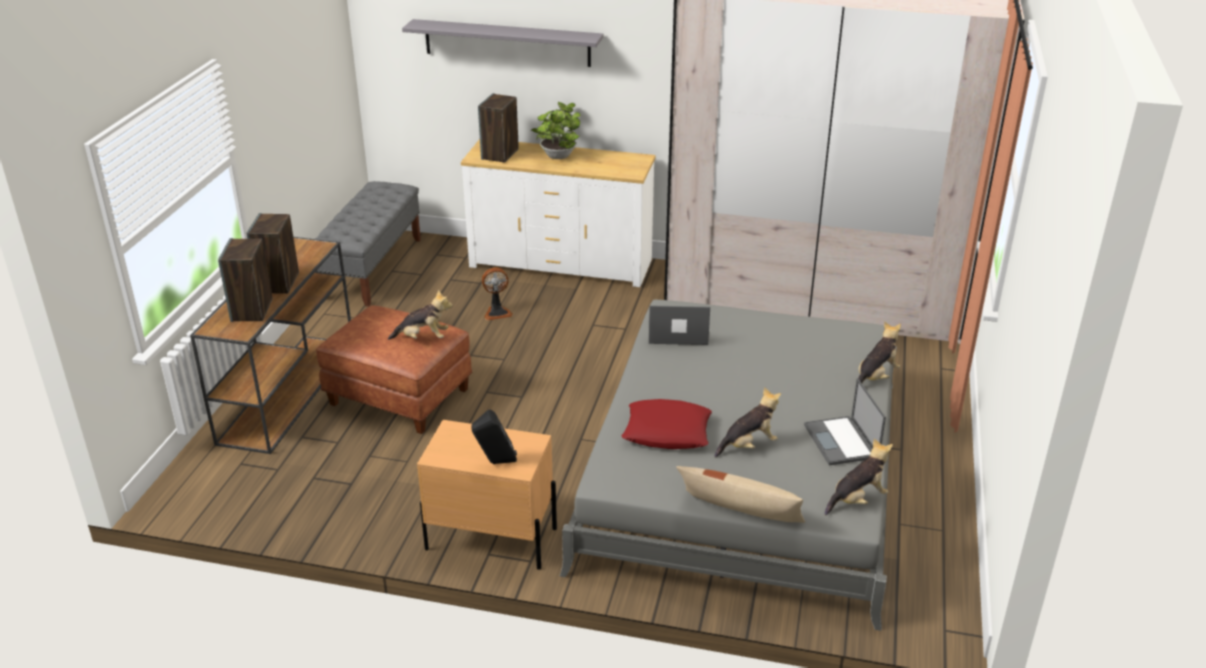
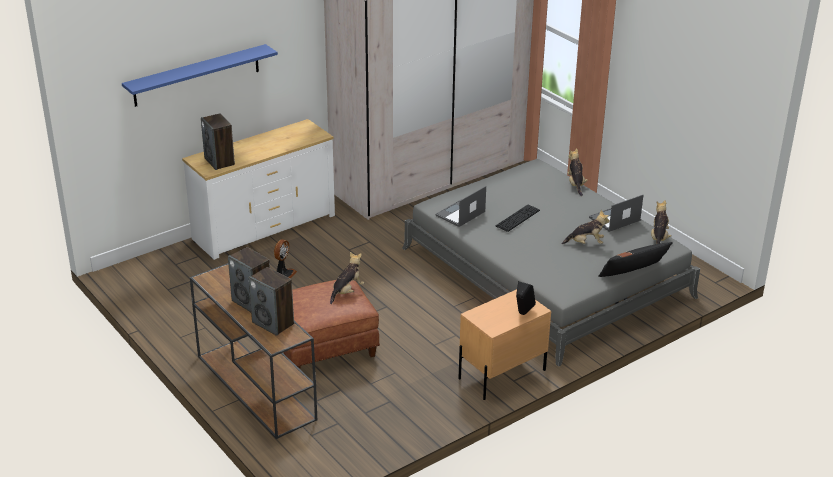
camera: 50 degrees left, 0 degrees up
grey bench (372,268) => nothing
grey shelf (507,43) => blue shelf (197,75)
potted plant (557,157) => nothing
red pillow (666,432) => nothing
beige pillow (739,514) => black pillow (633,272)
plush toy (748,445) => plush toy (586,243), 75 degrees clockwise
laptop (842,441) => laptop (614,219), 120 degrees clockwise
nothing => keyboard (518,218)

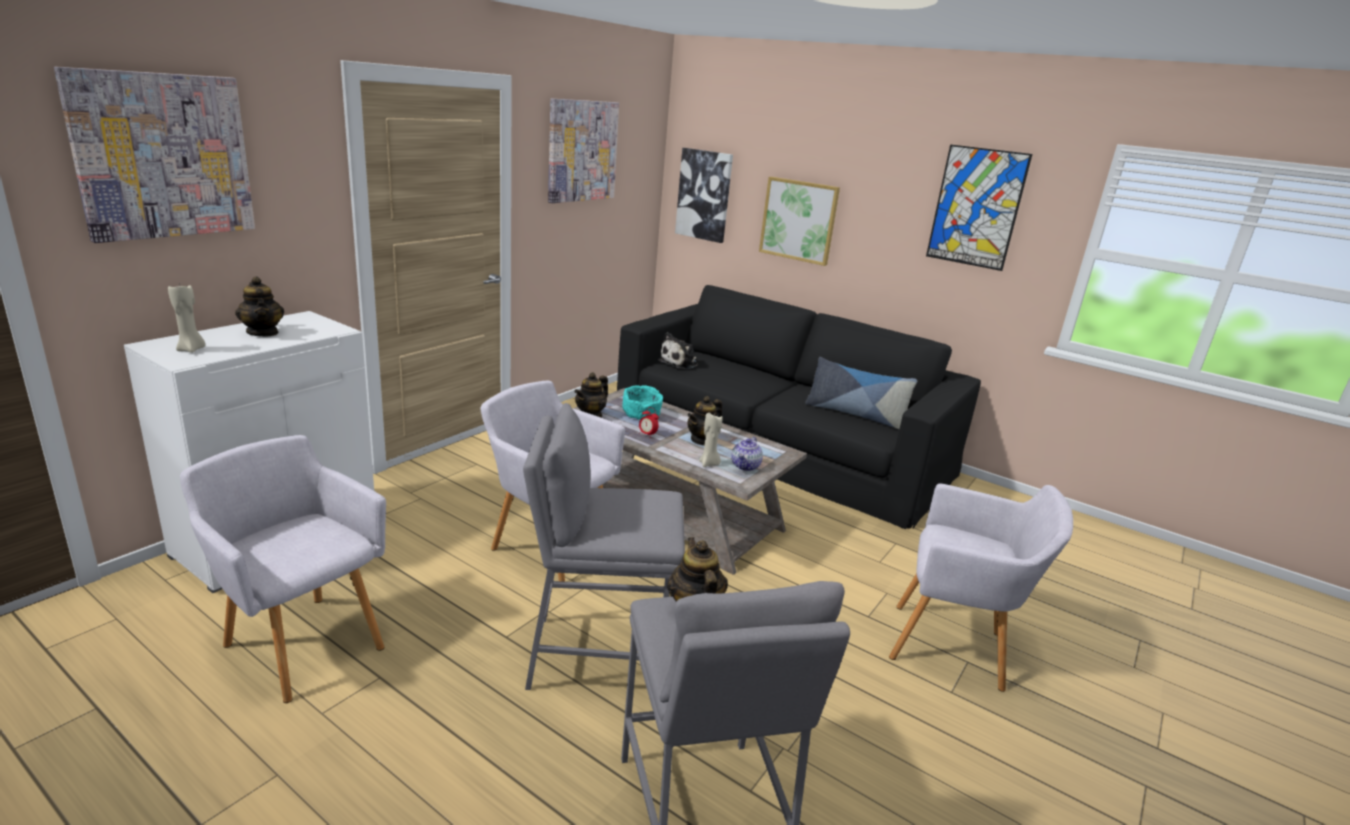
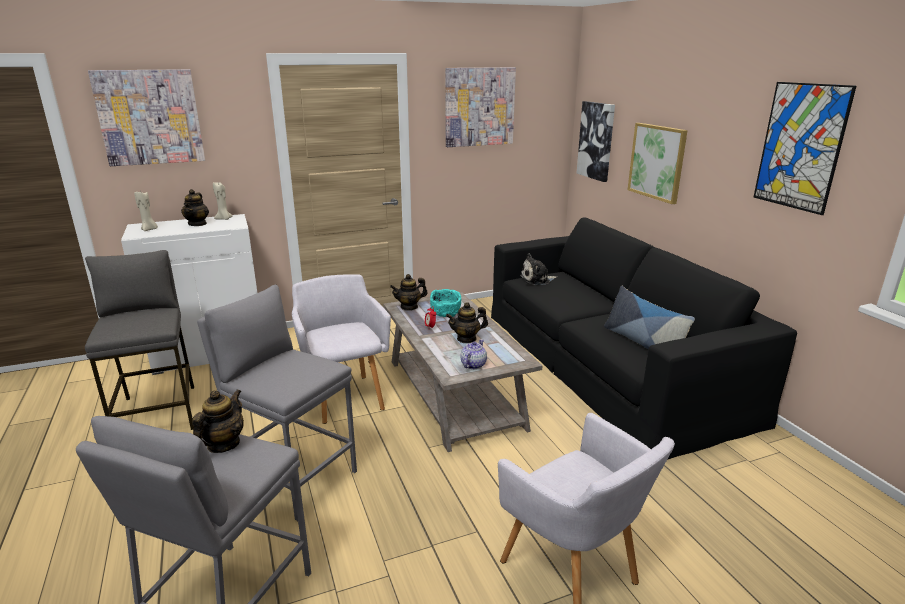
camera: 35 degrees right, 0 degrees up
grey armchair (301,642) => grey stool (158,413)
beige candle (709,464) => beige candle (224,219), move
teapot (746,466) => teapot (473,364), 150 degrees clockwise

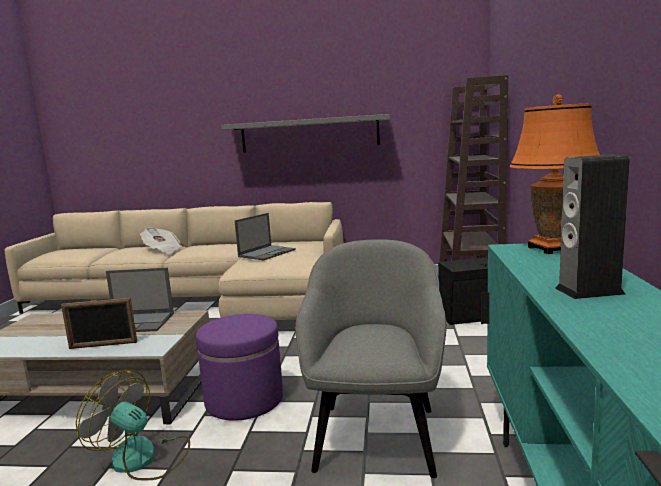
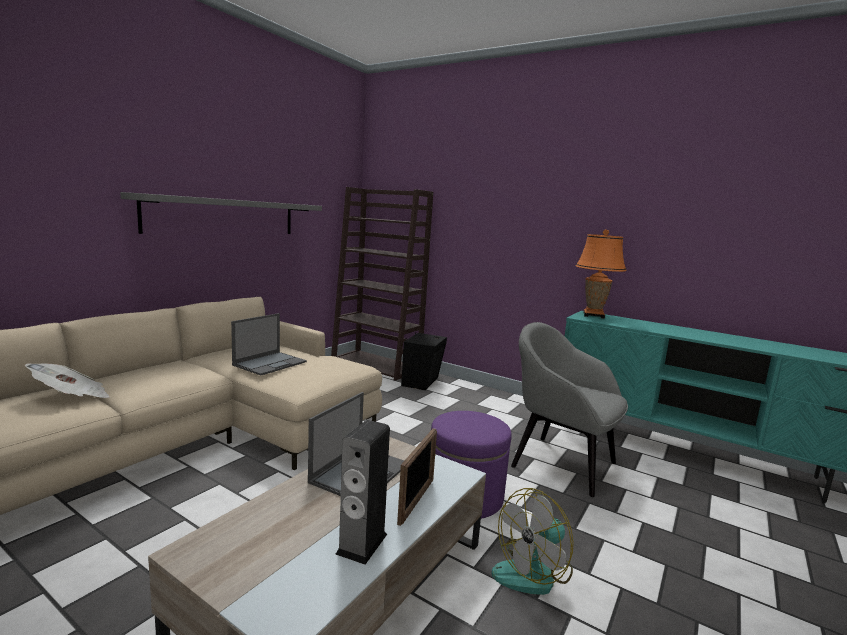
camera: 65 degrees left, 0 degrees up
laptop (267,253) => laptop (270,363), 60 degrees clockwise
speaker (589,291) => speaker (362,544), move

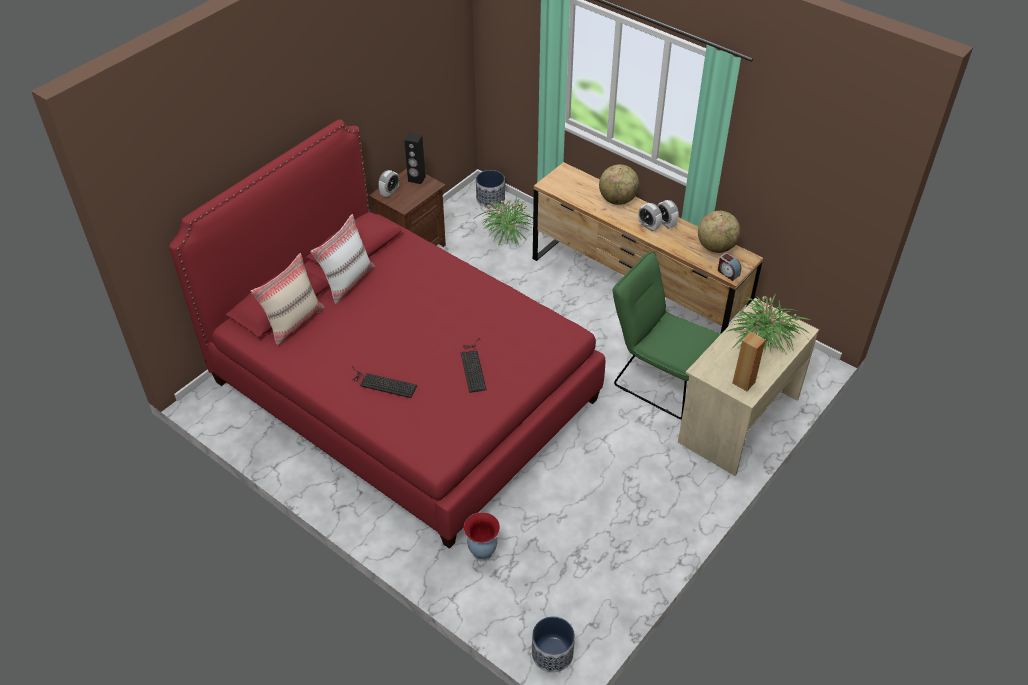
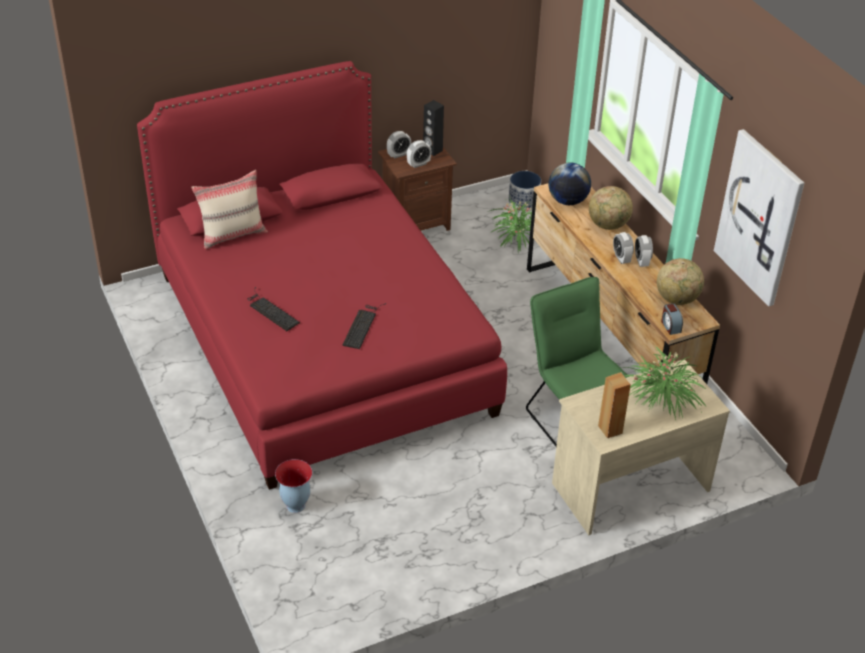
camera: 25 degrees right, 5 degrees down
white pillow (348,281) => nothing
planter (552,654) => nothing
nothing => alarm clock (418,164)
nothing => globe (567,201)
nothing => picture (759,217)

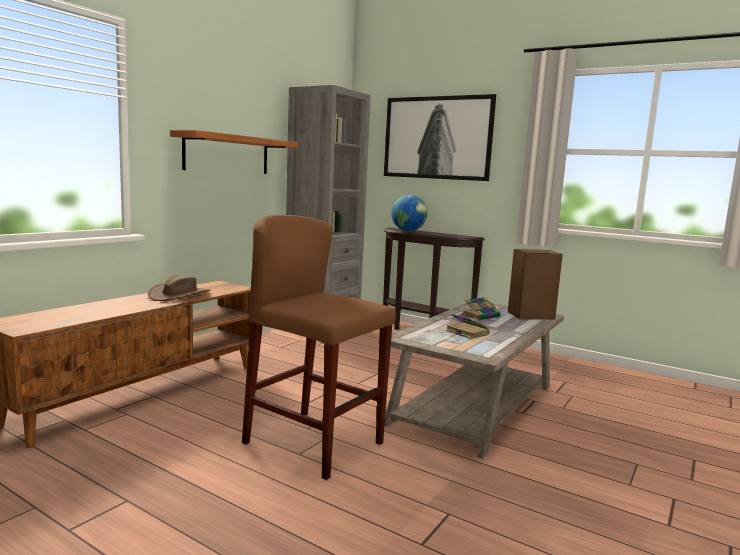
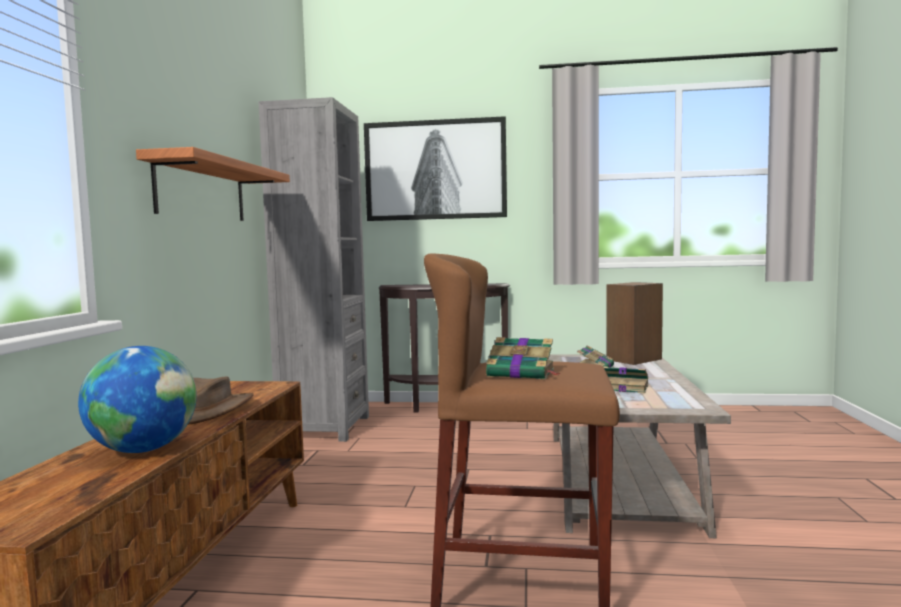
camera: 25 degrees left, 5 degrees down
globe (408,231) => globe (143,450), move
nothing => book (522,373)

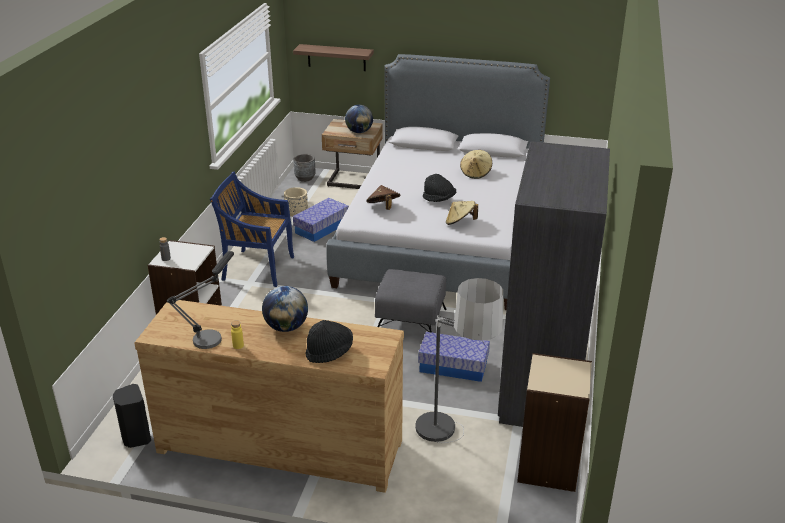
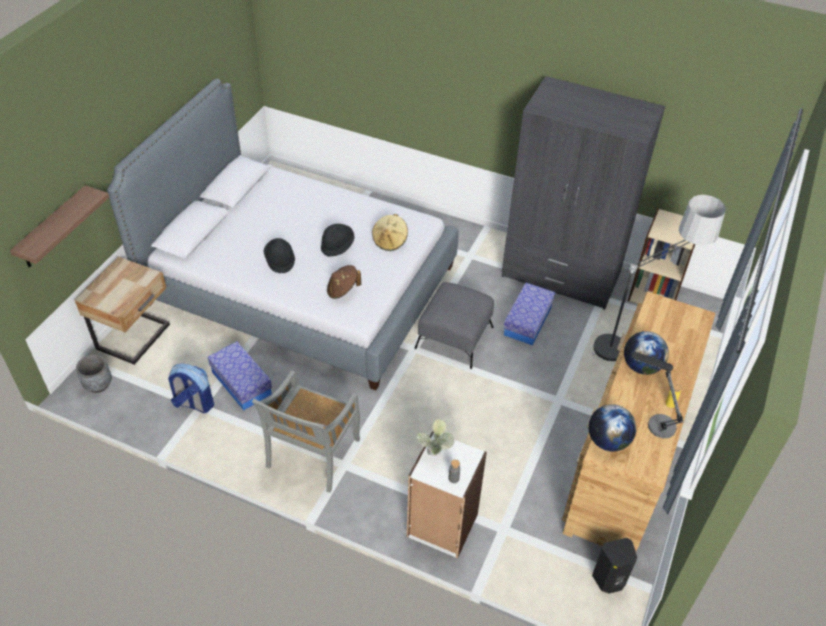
camera: 80 degrees left, 15 degrees up
blue chair (257,268) => grey chair (312,455)
beige planter (296,213) => backpack (193,403)
black hat (329,352) => black hat (280,261), move
globe (359,132) => globe (607,441), move
beige hat (476,173) => nothing
nothing => potted plant (435,455)

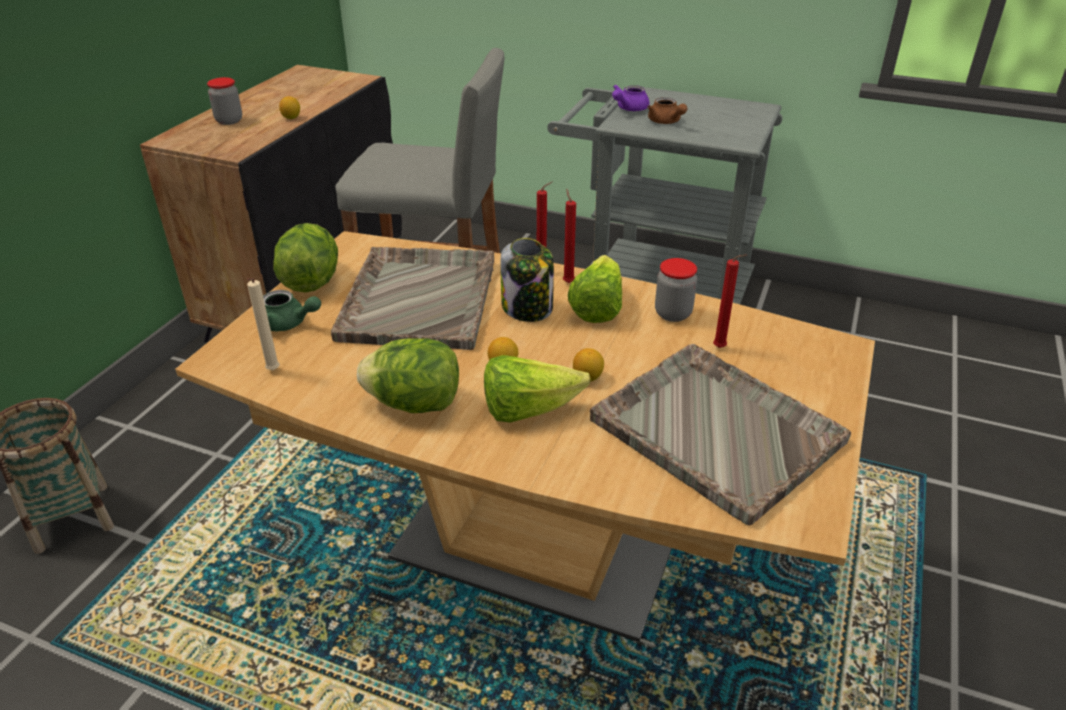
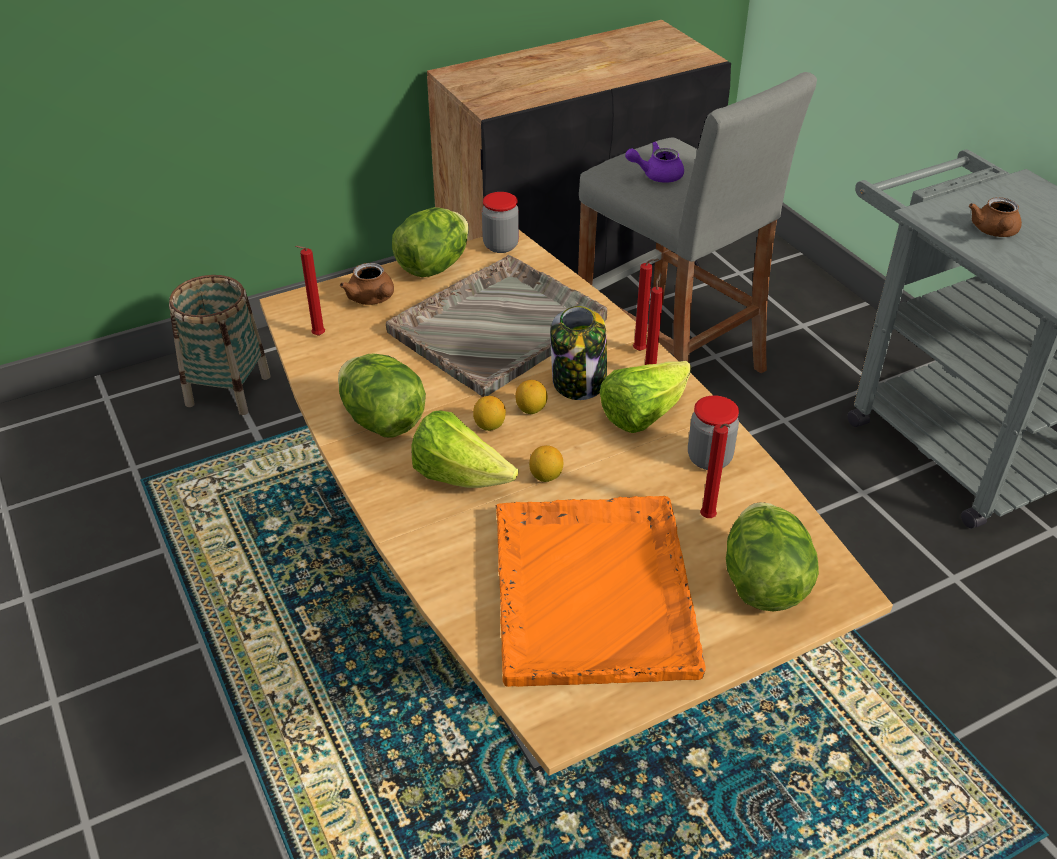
camera: 40 degrees right, 5 degrees up
jar (229,121) => jar (501,245), move
beige candle (272,371) => red candle (317,336)
green teapot (288,324) => brown teapot (373,299)
lemon (291,118) => lemon (531,409), move
grey tray (714,429) => orange tray (592,589)
purple teapot (628,109) => purple teapot (656,175), move
nothing => lettuce (763,583)

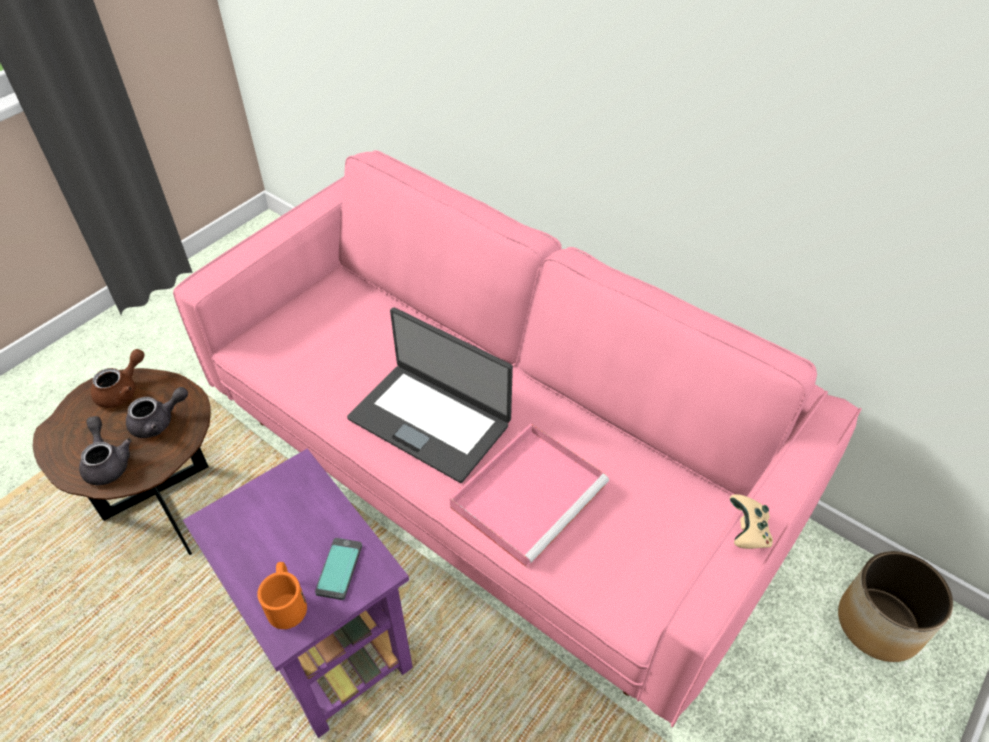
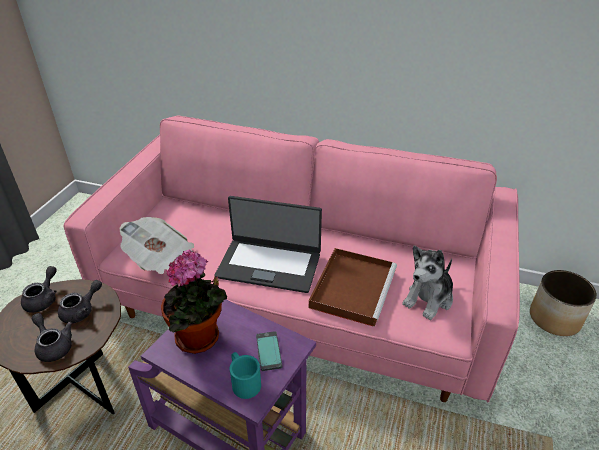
camera: 20 degrees left, 10 degrees down
brown teapot (122,390) => grey teapot (44,299)
orange mug (286,601) => turquoise mug (243,381)
pink tray (529,493) => brown tray (352,287)
beige game controller (747,532) => nothing
nothing => newspaper (163,261)
nothing => potted plant (201,339)
nothing => plush toy (429,299)

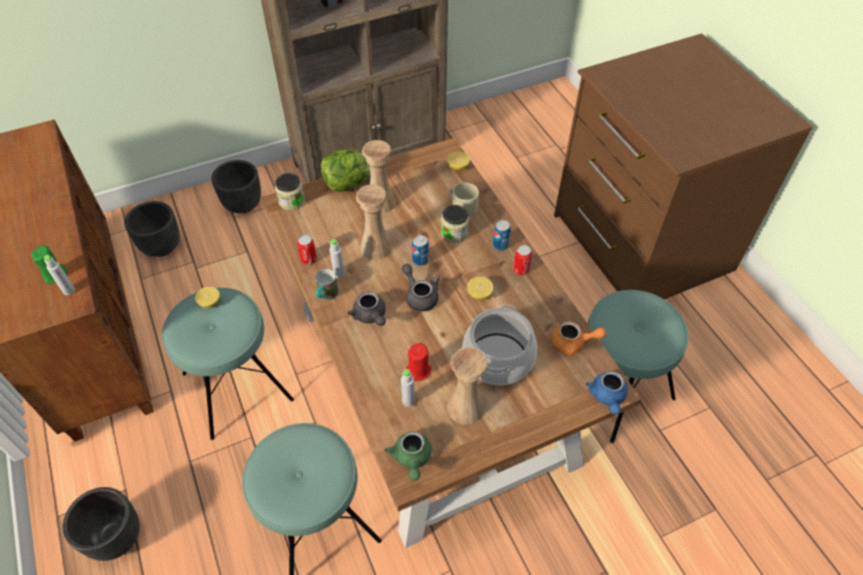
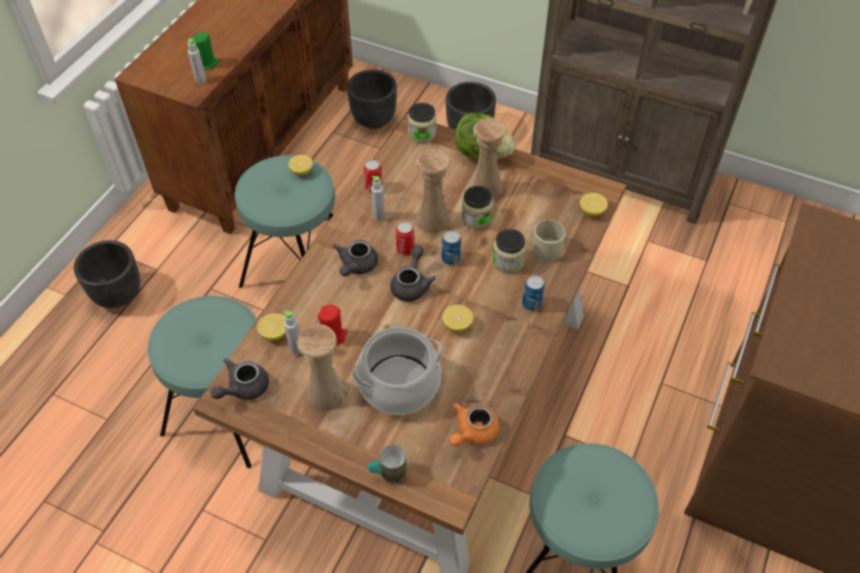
camera: 50 degrees right, 0 degrees up
mug (326,296) => mug (387,473), move
green teapot (411,459) => grey teapot (243,388)
can (521,269) => can (405,249), move
orange teapot (572,343) => orange teapot (472,432), 75 degrees clockwise
blue teapot (607,397) => nothing
nothing => lemon (274,333)
nothing => jar (476,218)

